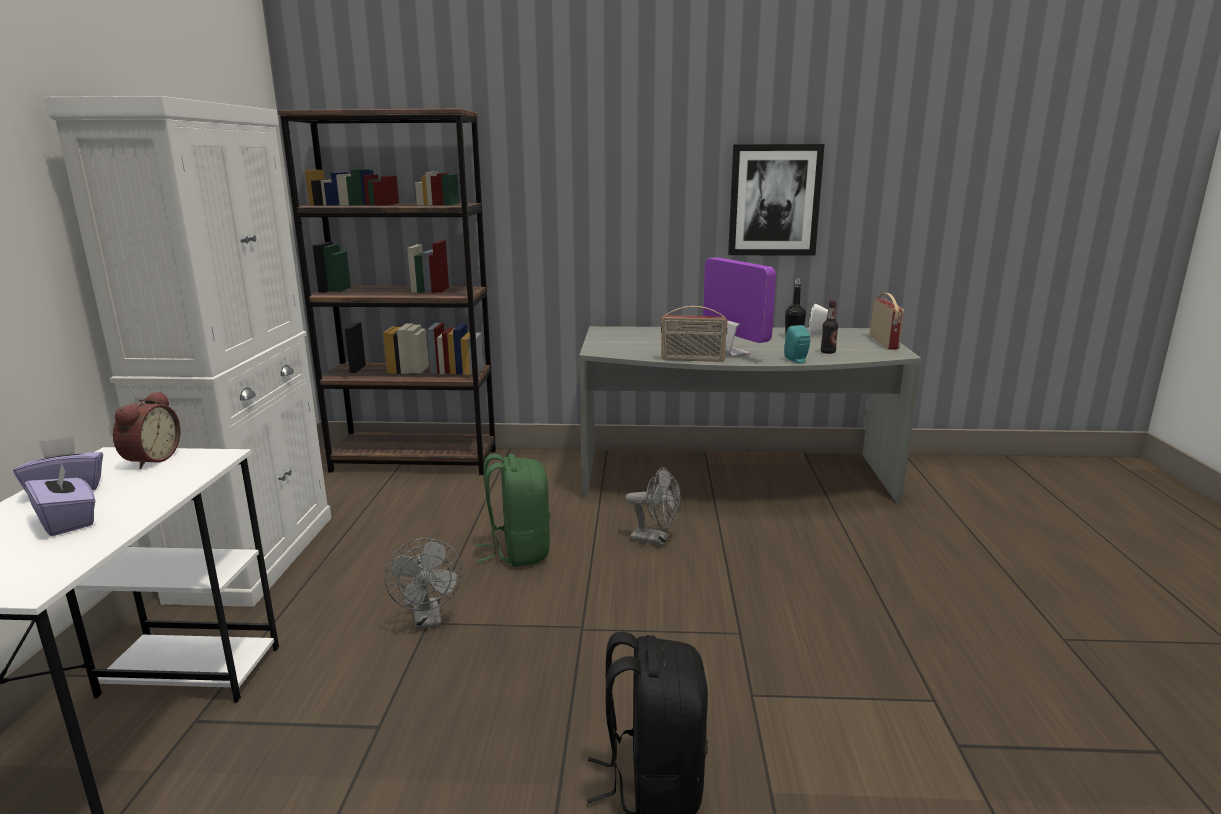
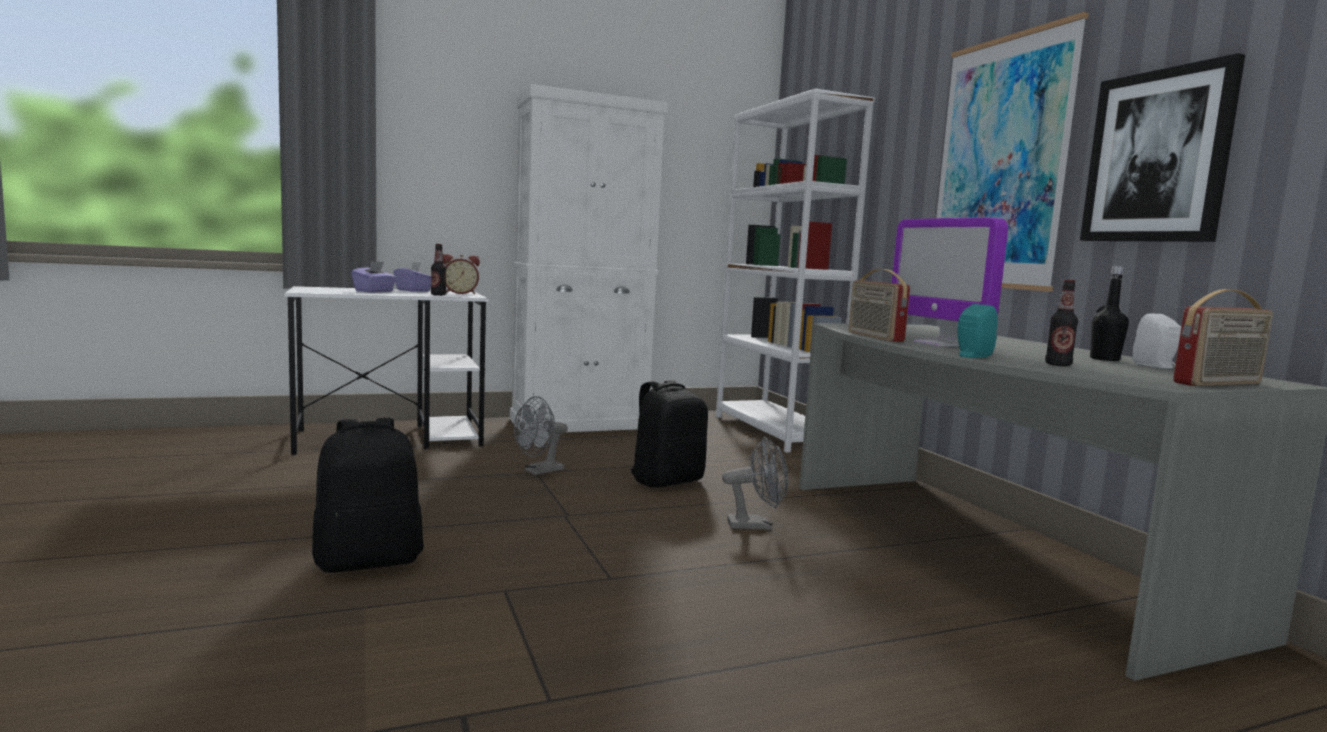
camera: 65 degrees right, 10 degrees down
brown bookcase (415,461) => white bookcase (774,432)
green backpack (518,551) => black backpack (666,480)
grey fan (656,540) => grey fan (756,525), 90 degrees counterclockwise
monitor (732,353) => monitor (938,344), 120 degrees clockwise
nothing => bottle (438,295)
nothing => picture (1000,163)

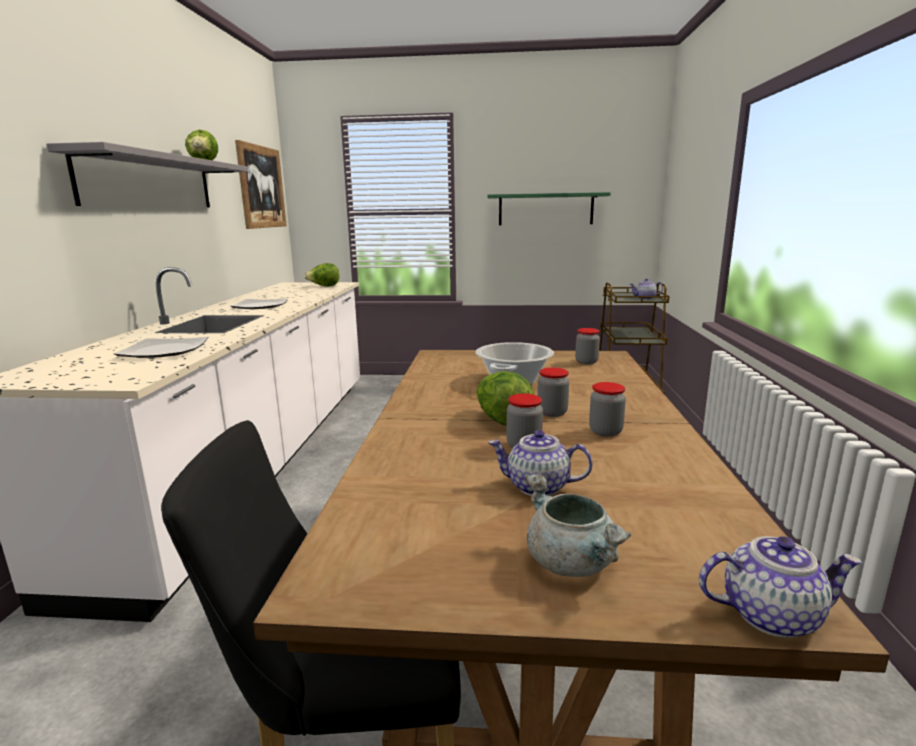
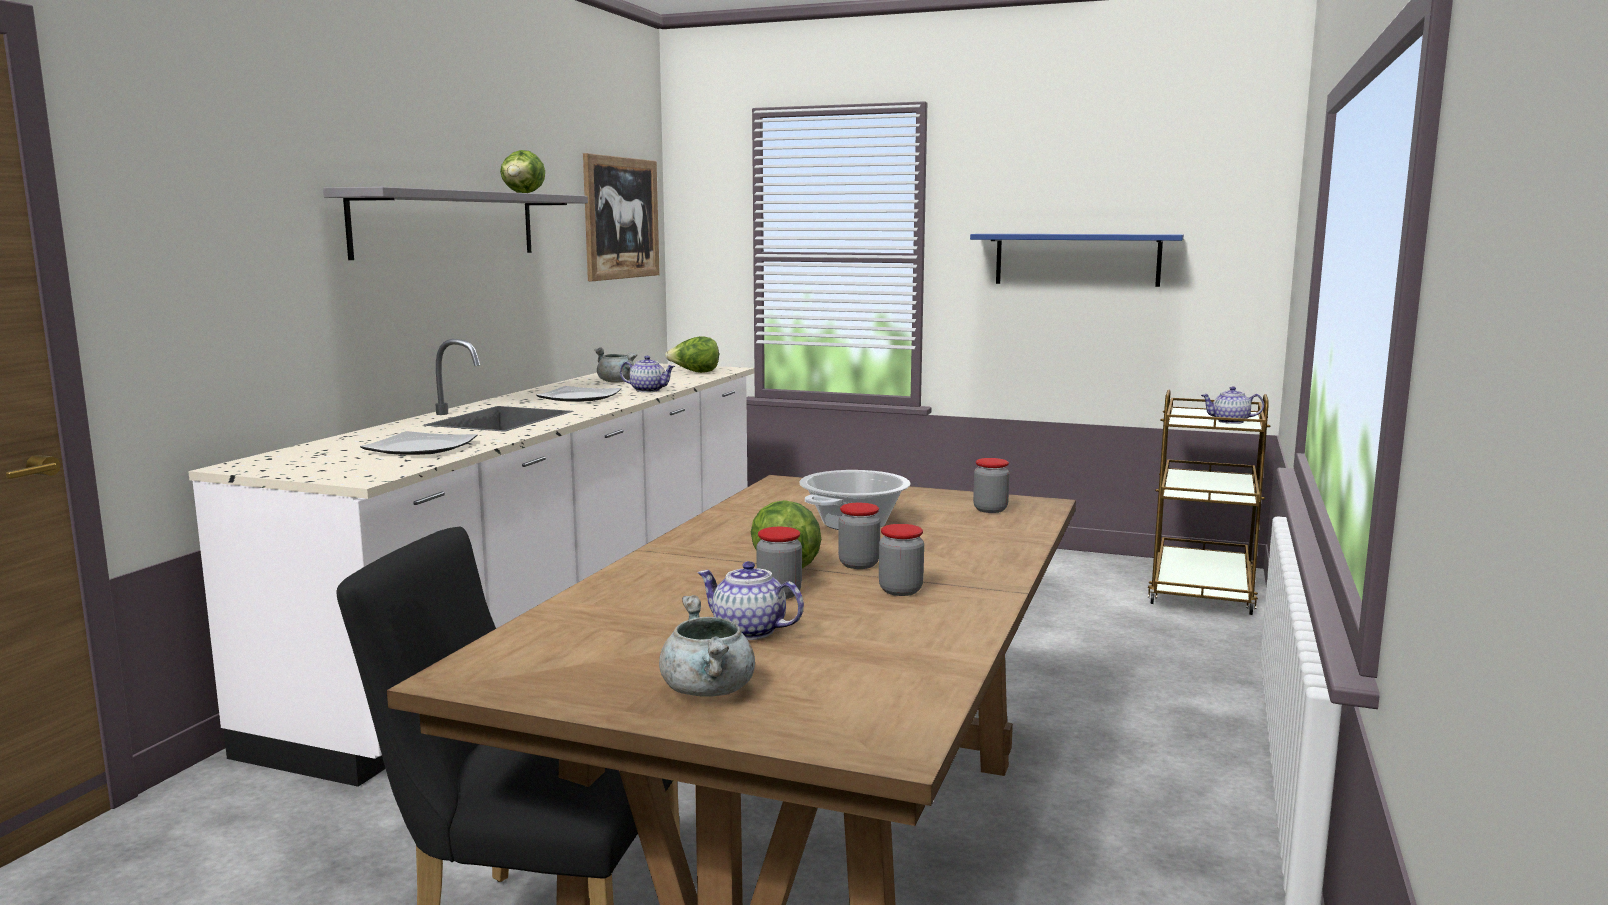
camera: 15 degrees right, 5 degrees down
green shelf (545,209) => blue shelf (1077,259)
teapot (771,614) => teapot (648,390), move
nothing => grey cooking pot (617,382)

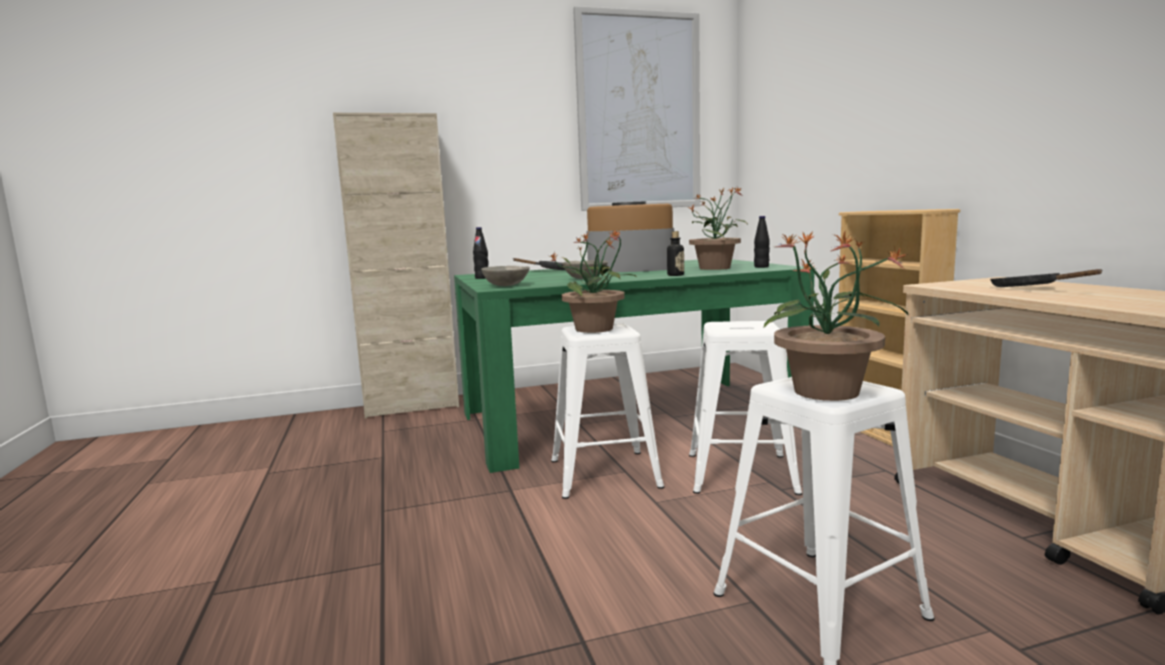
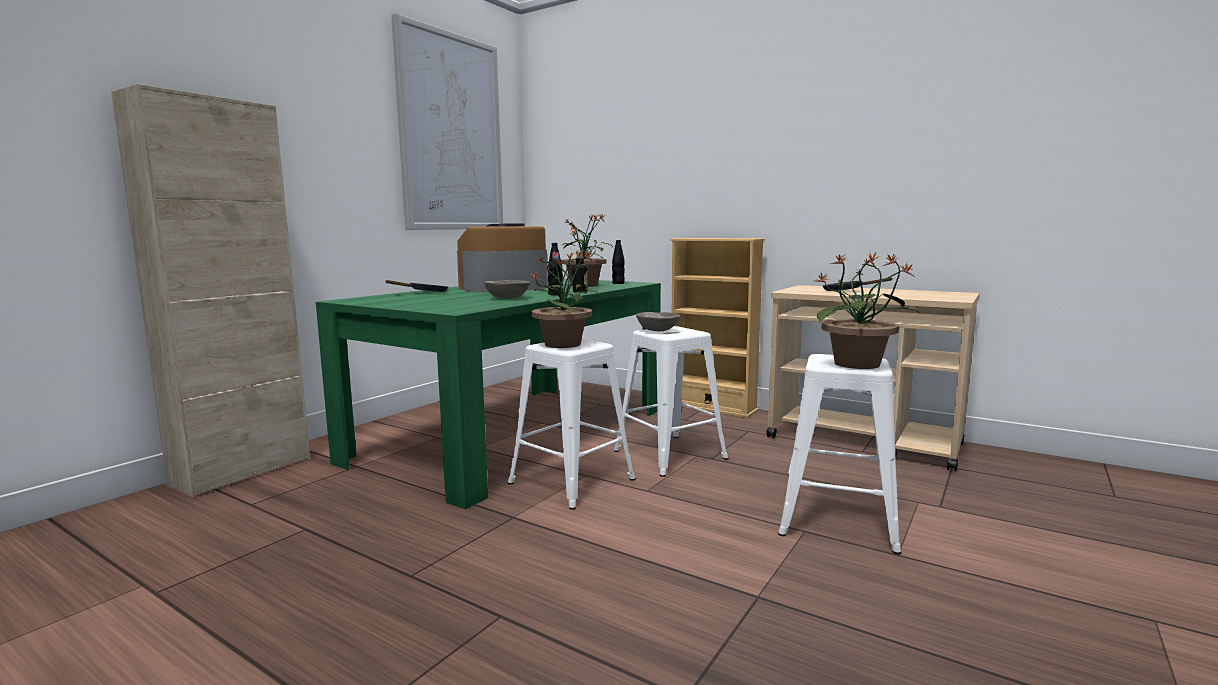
camera: 40 degrees left, 0 degrees up
black bottle (482,278) => black bottle (555,294), move
grey bowl (505,285) => grey bowl (657,330), move

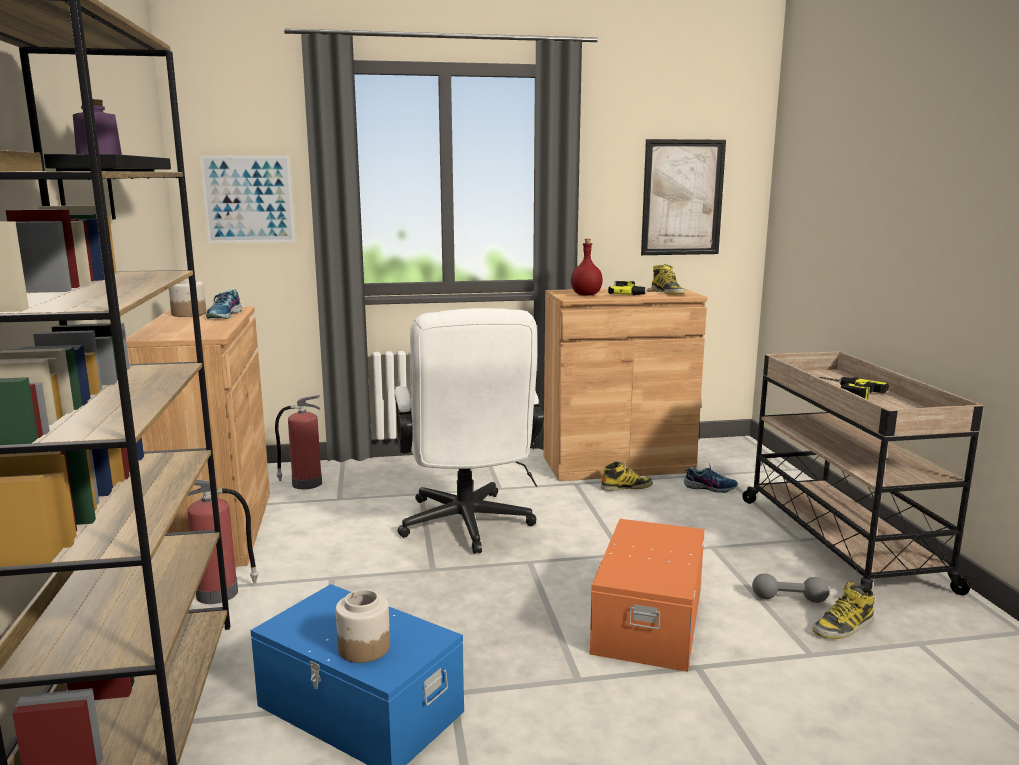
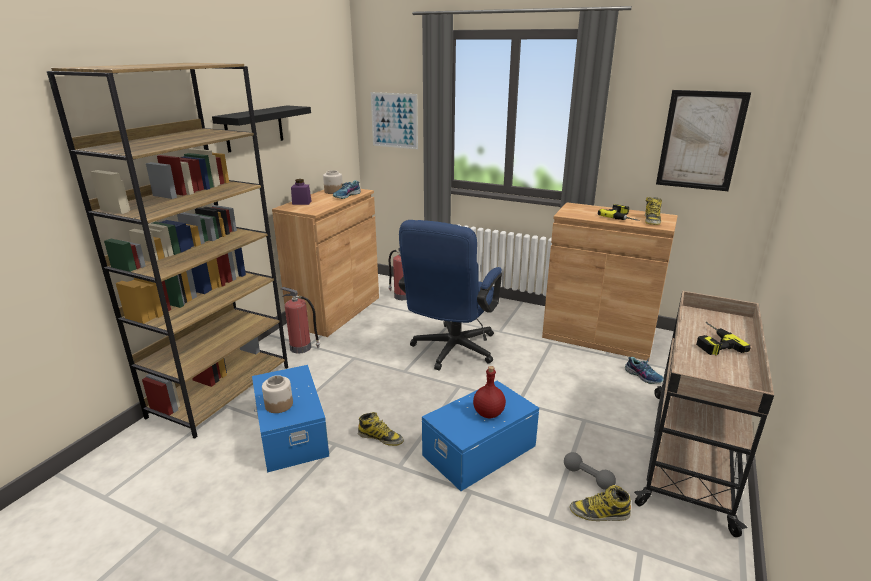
camera: 35 degrees right, 10 degrees up
purple jar (99,154) => purple jar (301,203), move
white office chair (467,528) => blue office chair (451,351)
red bottle (586,295) => red bottle (489,414), move
orange storage box (646,620) => blue storage box (478,450)
boot (626,487) => boot (380,437), move

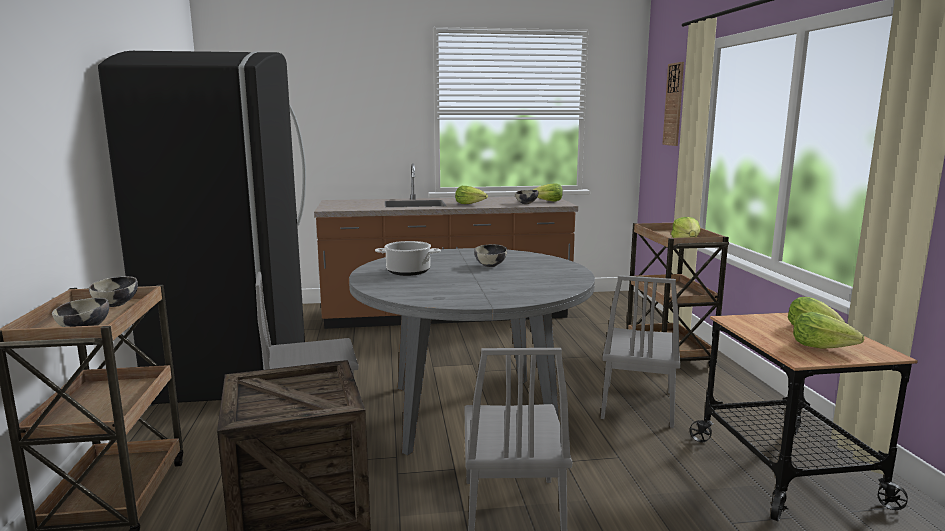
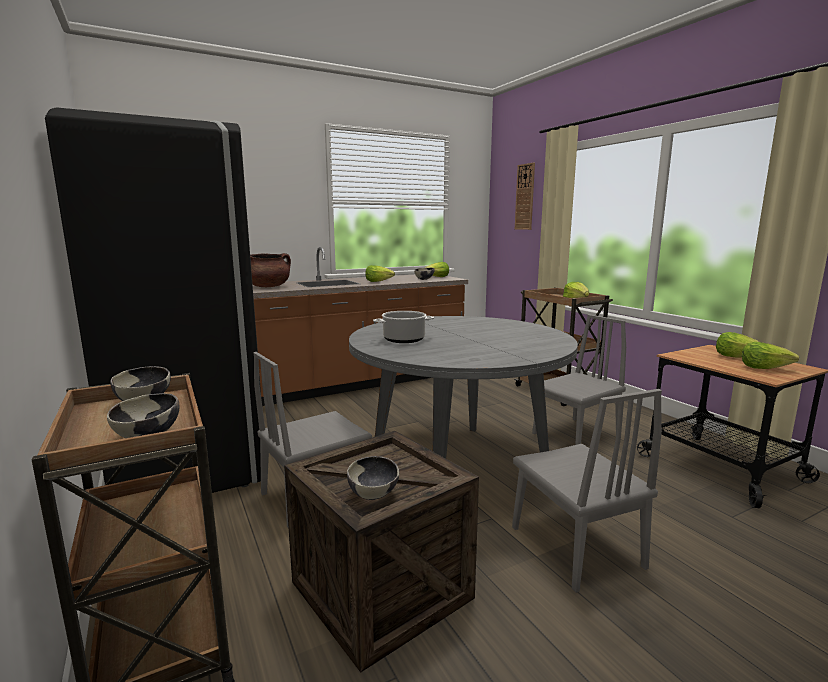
camera: 20 degrees left, 0 degrees up
bowl (491,265) => bowl (373,494), move
grey chair (637,404) => grey chair (575,435), 120 degrees counterclockwise
nothing => brown cooking pot (268,287)

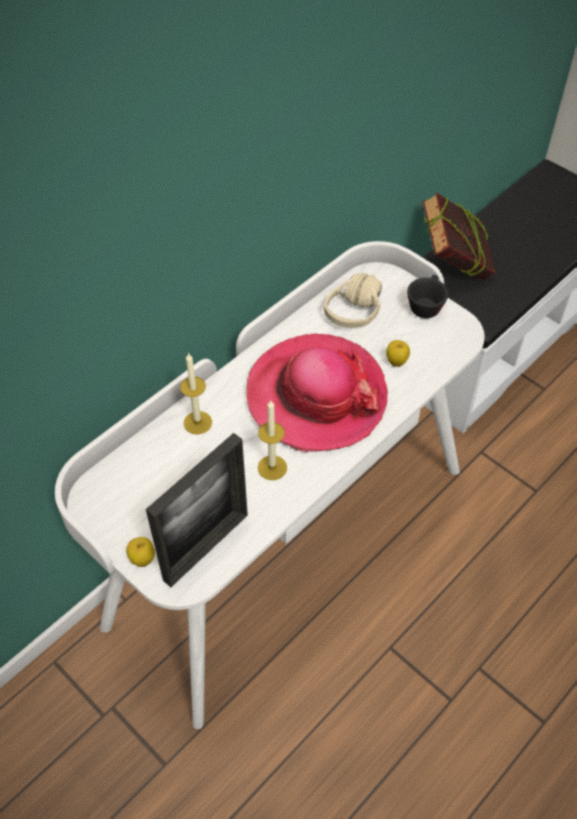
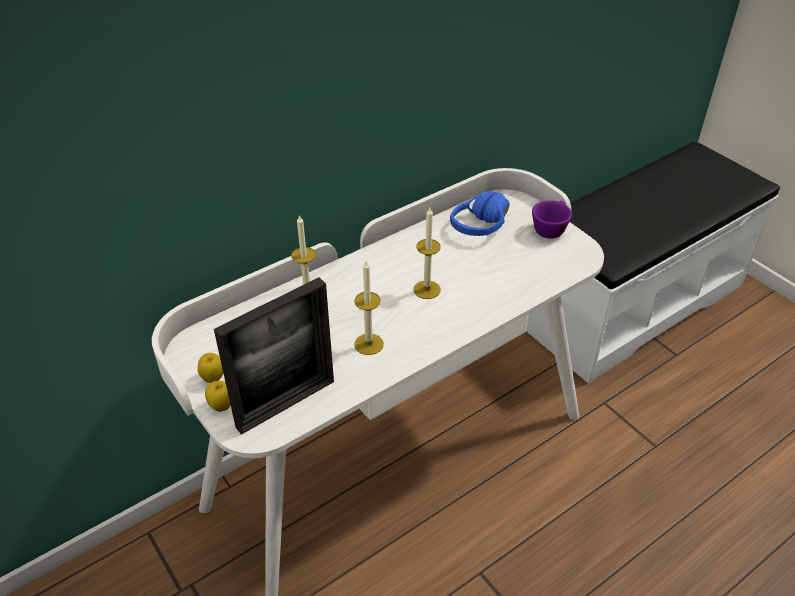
camera: 10 degrees right, 10 degrees down
hat (316,396) => candle (427,289)
beige headphones (364,315) => blue headphones (489,230)
apple (396,362) => apple (213,378), move
black cup (425,305) => purple cup (550,228)
book (453,268) => nothing

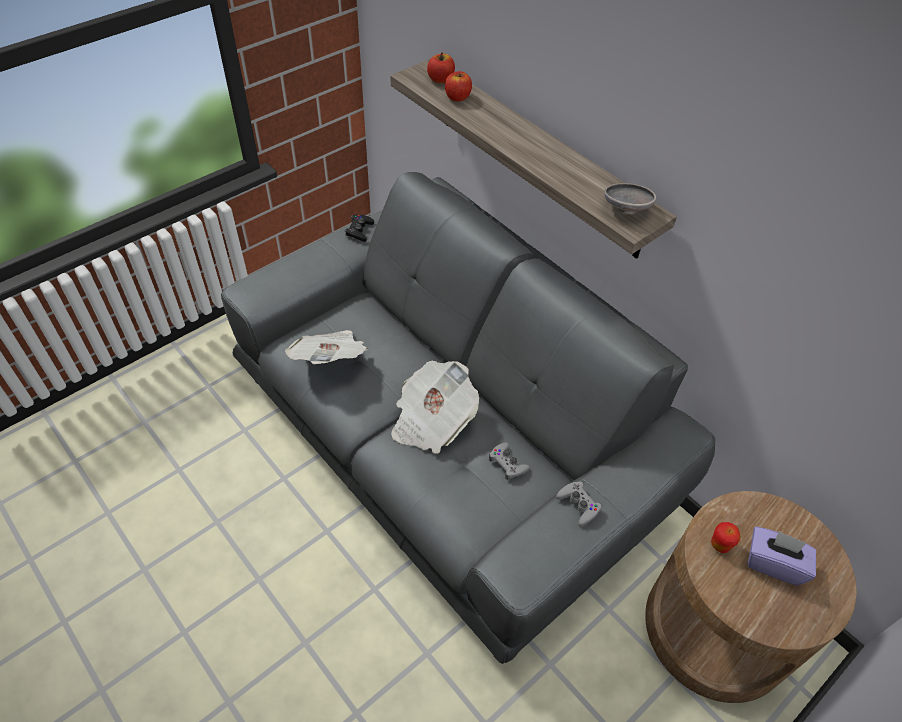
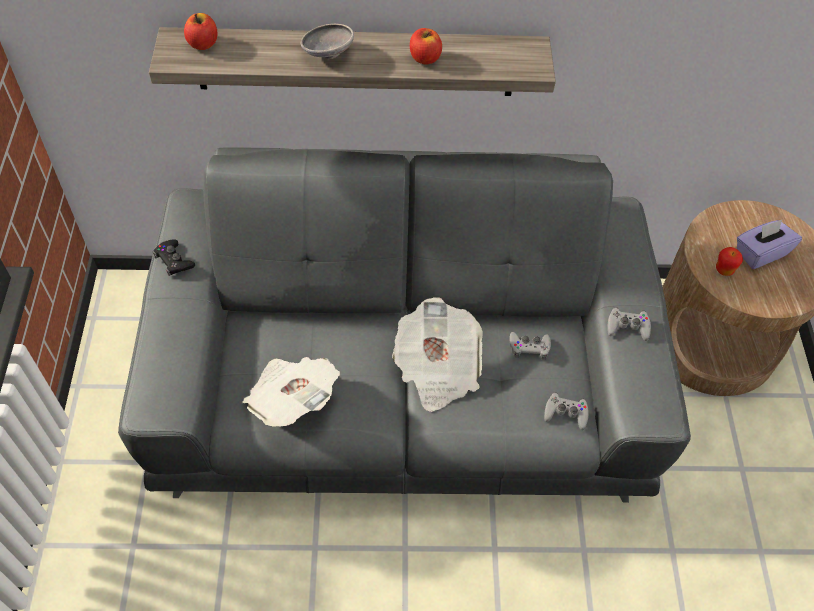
camera: 50 degrees left, 5 degrees up
apple (457,97) => apple (424,58), move
grey bowl (626,208) => grey bowl (327,53), move
nothing => grey game controller (565,413)

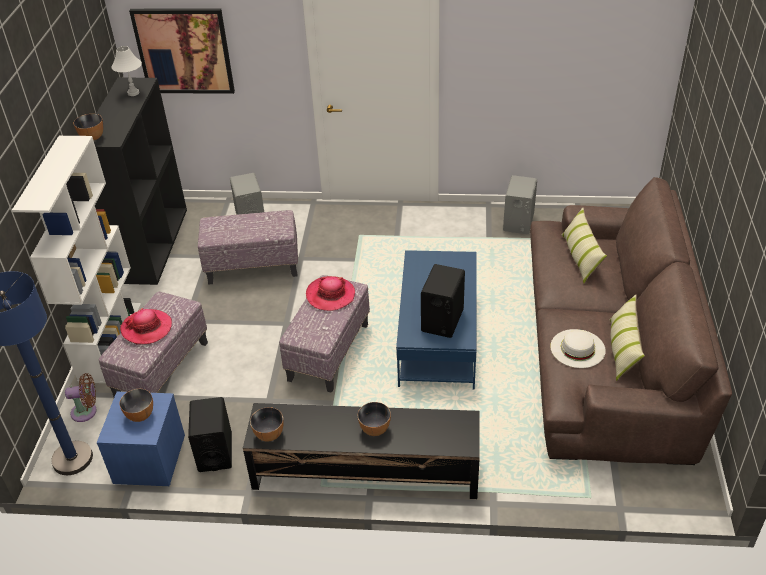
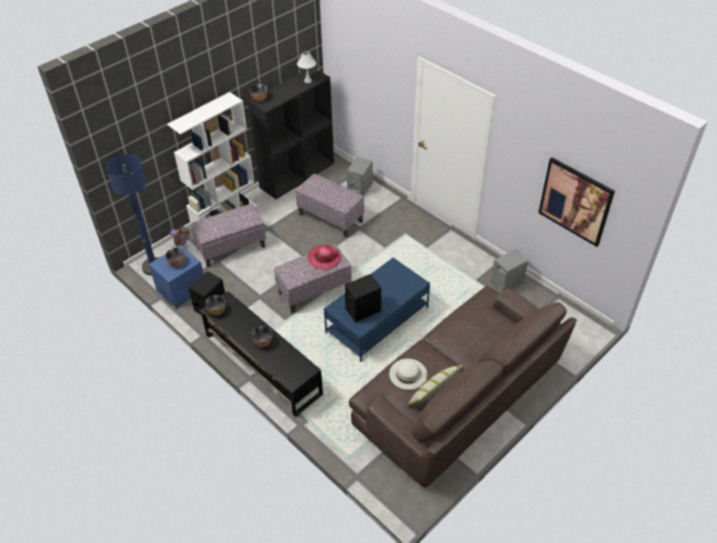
camera: 40 degrees right, 5 degrees up
hat (147,328) => nothing
picture (184,51) => picture (575,201), move
pillow (580,257) => nothing

